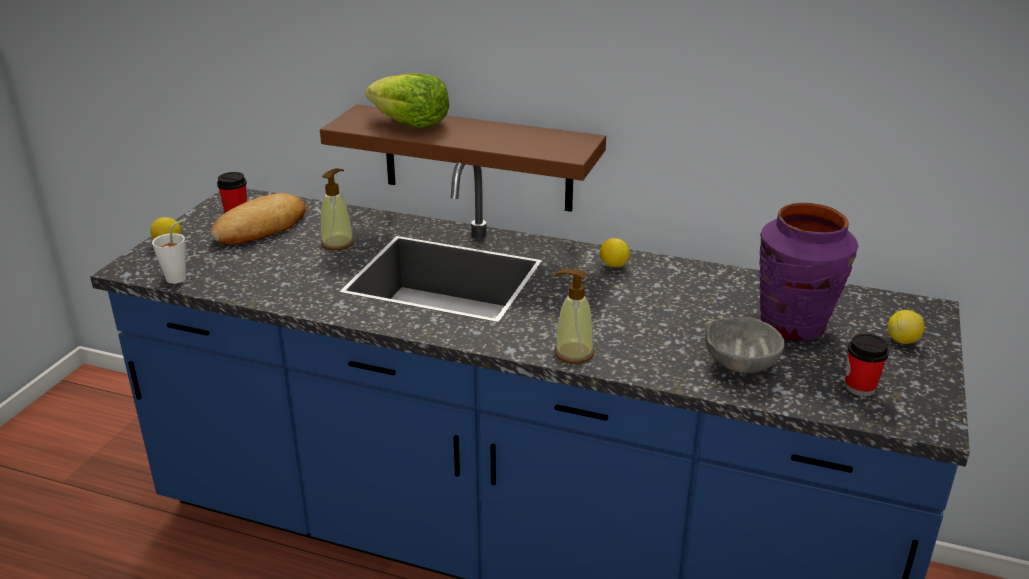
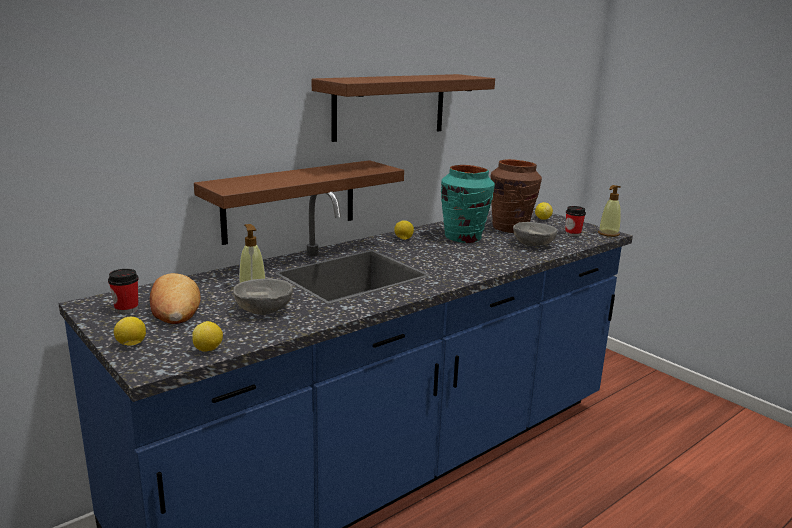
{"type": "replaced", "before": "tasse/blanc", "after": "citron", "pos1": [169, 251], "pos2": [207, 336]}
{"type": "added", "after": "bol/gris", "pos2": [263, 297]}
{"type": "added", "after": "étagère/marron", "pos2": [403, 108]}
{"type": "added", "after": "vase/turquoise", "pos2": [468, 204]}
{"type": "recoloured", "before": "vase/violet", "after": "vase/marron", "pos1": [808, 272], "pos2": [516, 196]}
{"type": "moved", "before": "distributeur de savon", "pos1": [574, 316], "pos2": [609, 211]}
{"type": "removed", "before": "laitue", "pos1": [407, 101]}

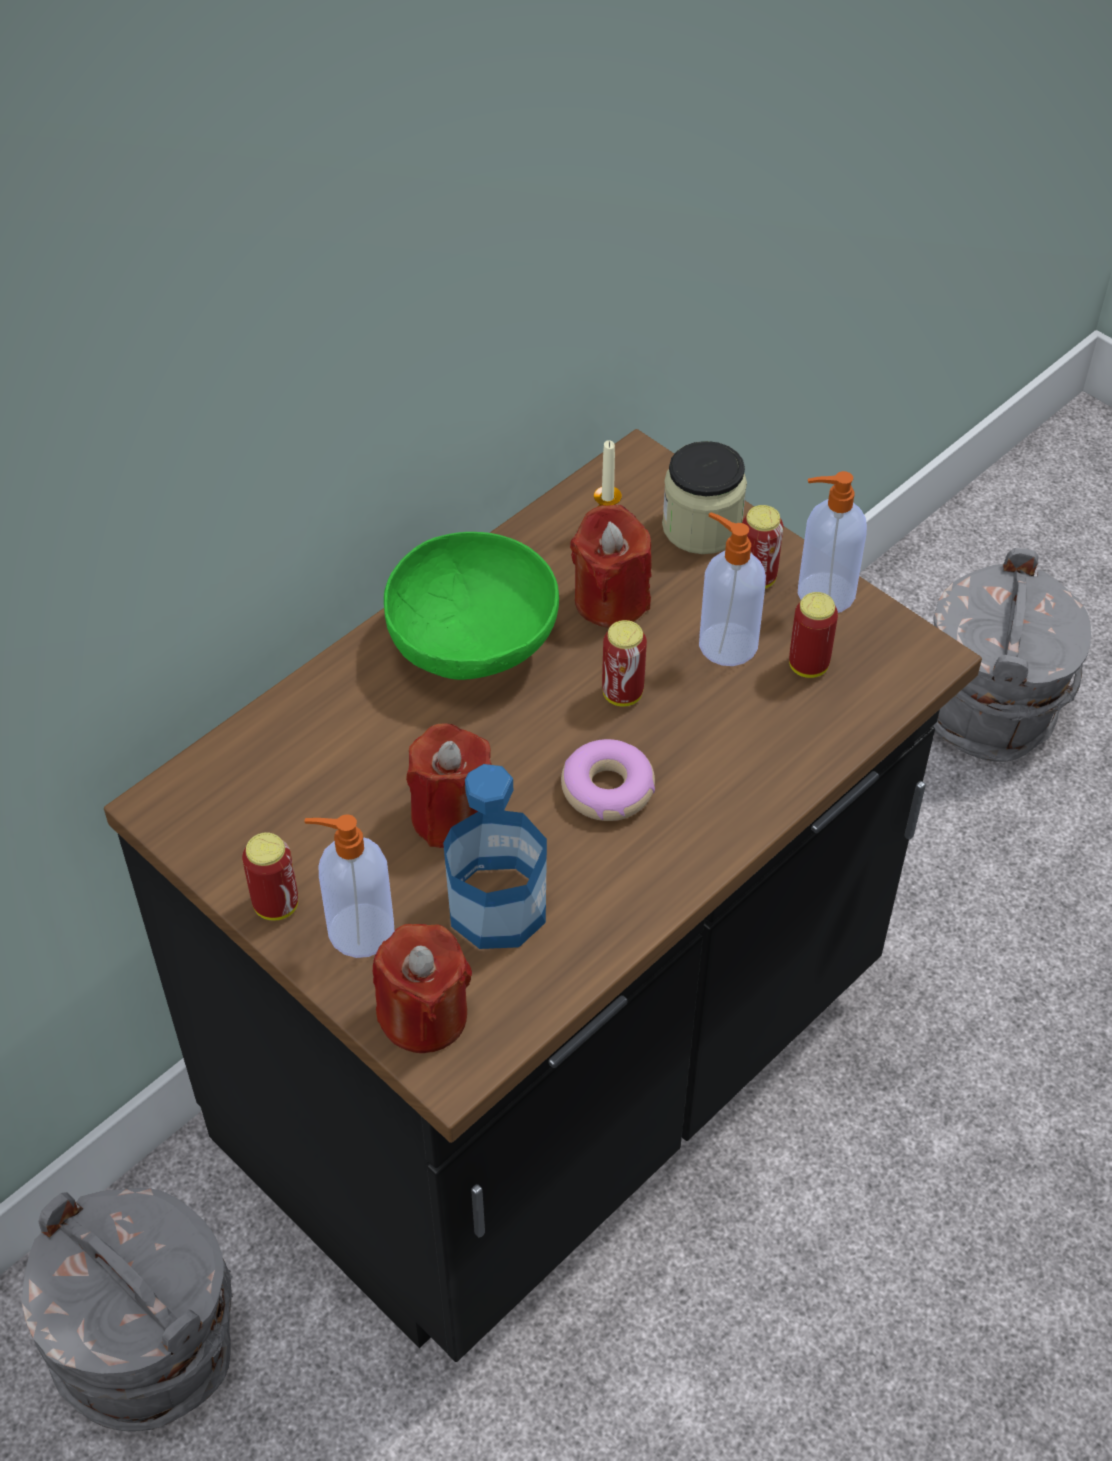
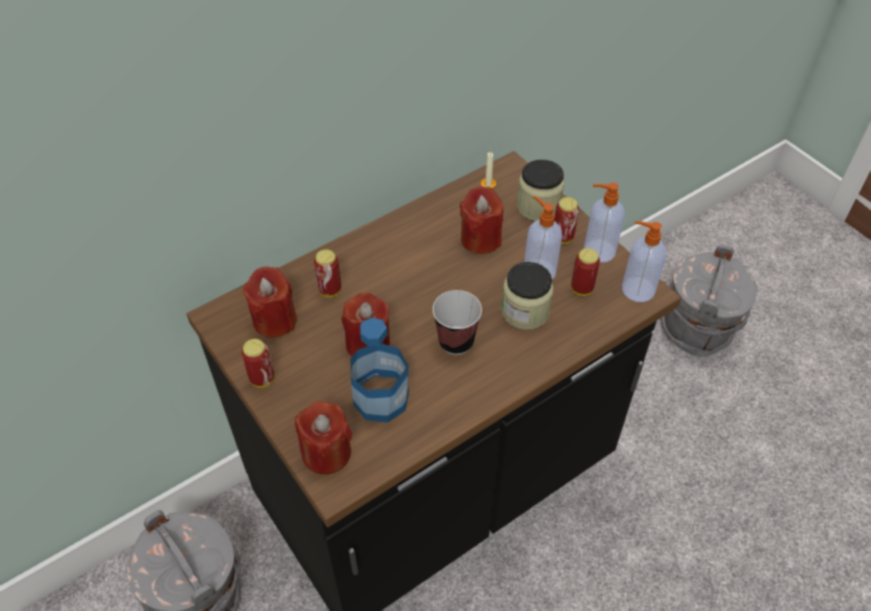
{"type": "added", "after": "bougie/rouge", "pos2": [270, 302]}
{"type": "moved", "before": "boîte métallique", "pos1": [624, 663], "pos2": [327, 273]}
{"type": "replaced", "before": "beignet", "after": "tasse", "pos1": [608, 780], "pos2": [457, 322]}
{"type": "added", "after": "bocal", "pos2": [527, 296]}
{"type": "moved", "before": "distributeur de savon", "pos1": [349, 886], "pos2": [644, 261]}
{"type": "removed", "before": "bol/vert", "pos1": [471, 606]}

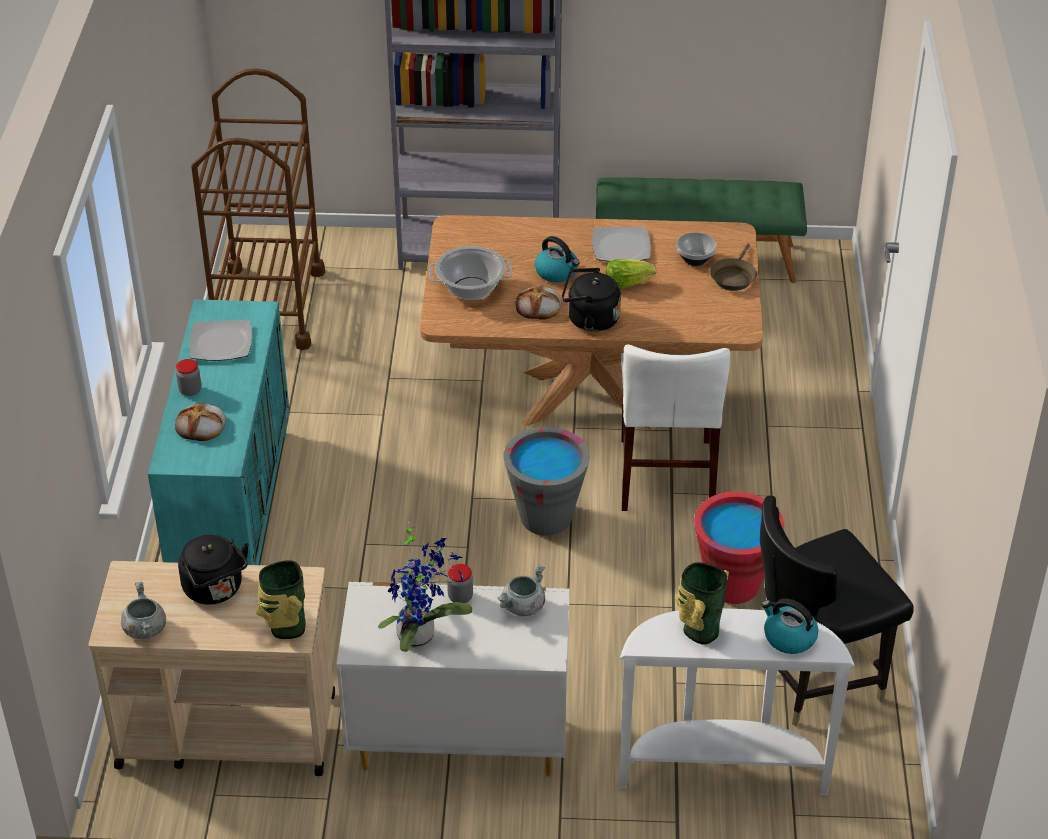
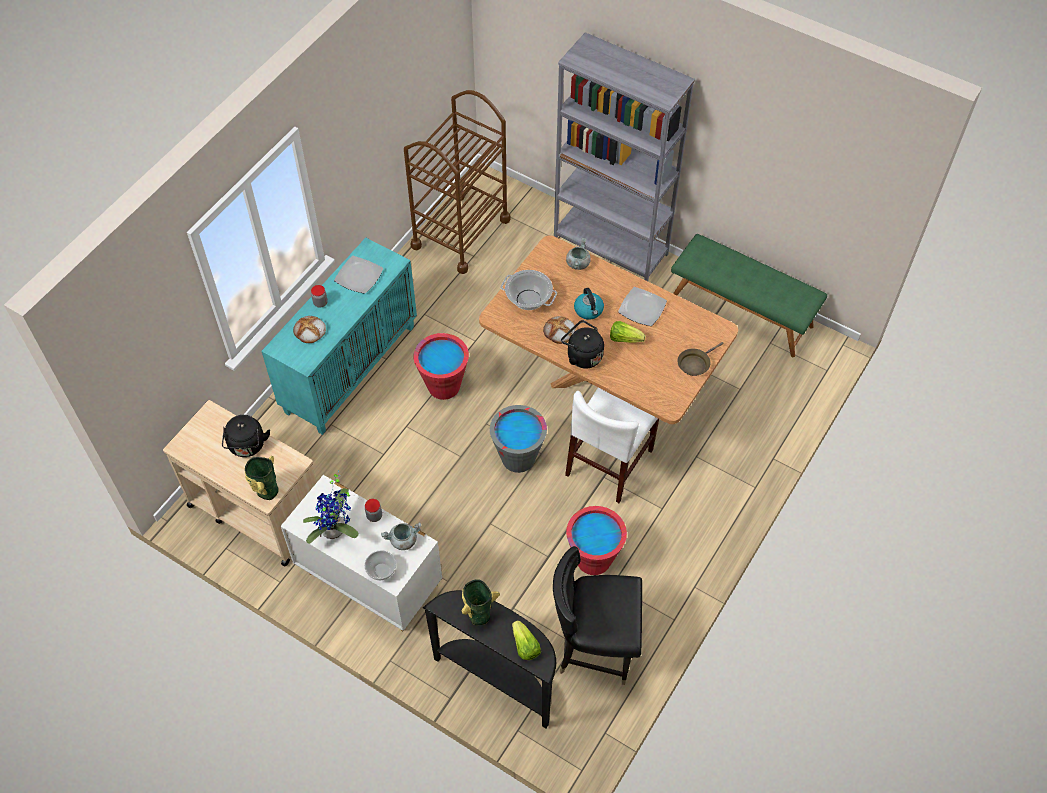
{"type": "moved", "before": "bol", "pos1": [696, 249], "pos2": [380, 565]}
{"type": "added", "after": "seau/rouge", "pos2": [441, 366]}
{"type": "recoloured", "before": "table console/blanc", "after": "table console/noir", "pos1": [737, 701], "pos2": [489, 659]}
{"type": "replaced", "before": "bouilloire", "after": "laitue", "pos1": [790, 626], "pos2": [526, 640]}
{"type": "moved", "before": "marmite/gris", "pos1": [143, 610], "pos2": [578, 254]}

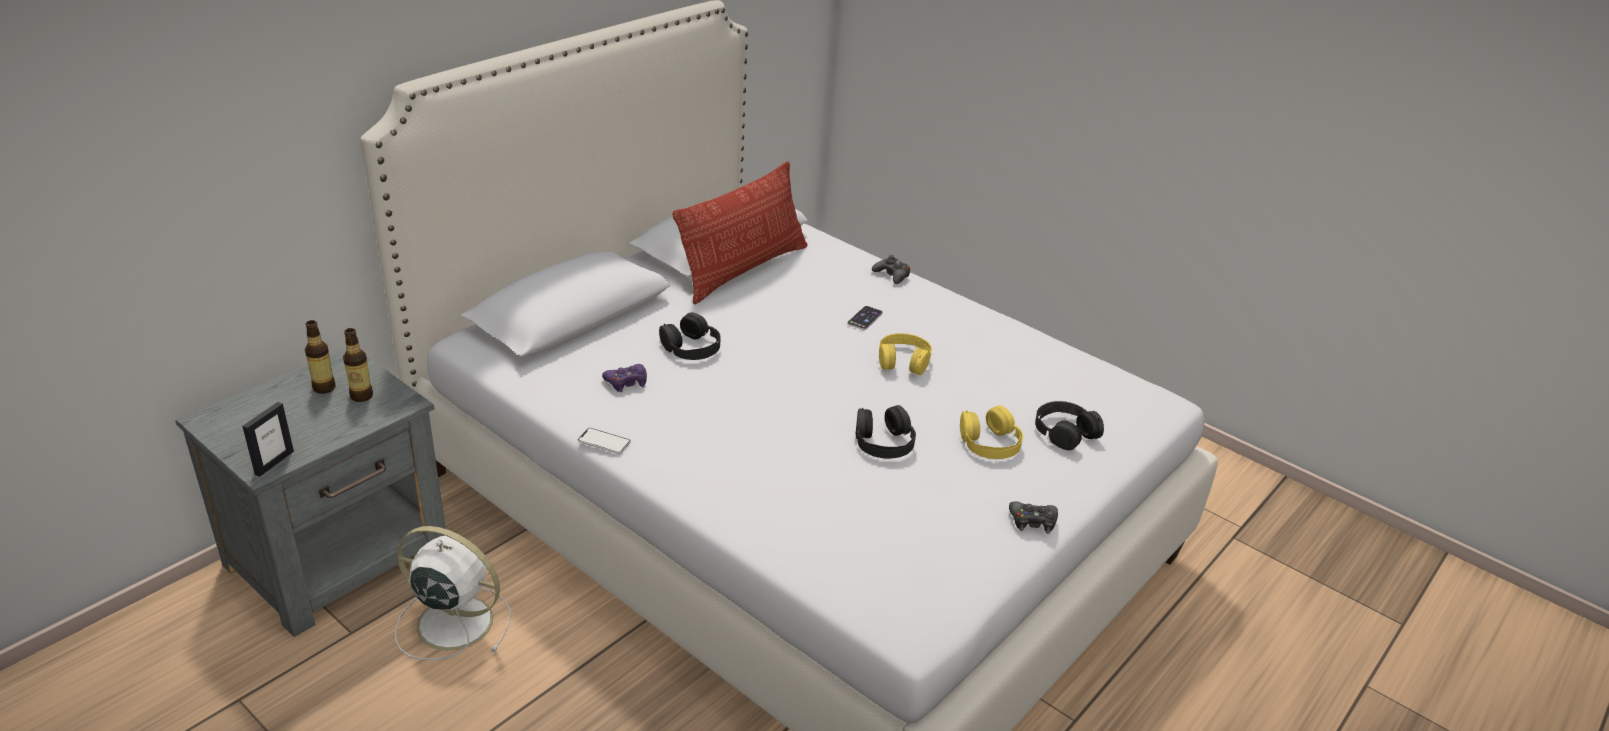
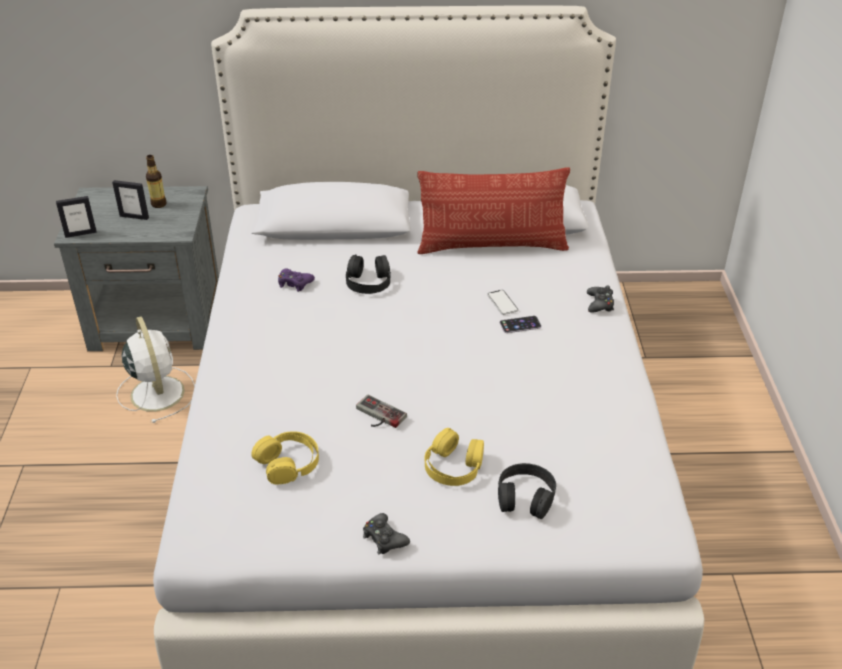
{"type": "added", "after": "cadre photo", "pos2": [130, 200]}
{"type": "moved", "before": "casque audio/jaune", "pos1": [905, 354], "pos2": [285, 458]}
{"type": "replaced", "before": "casque audio/noir", "after": "manette", "pos1": [886, 432], "pos2": [381, 411]}
{"type": "moved", "before": "téléphone", "pos1": [604, 441], "pos2": [503, 302]}
{"type": "removed", "before": "bouteille", "pos1": [358, 365]}

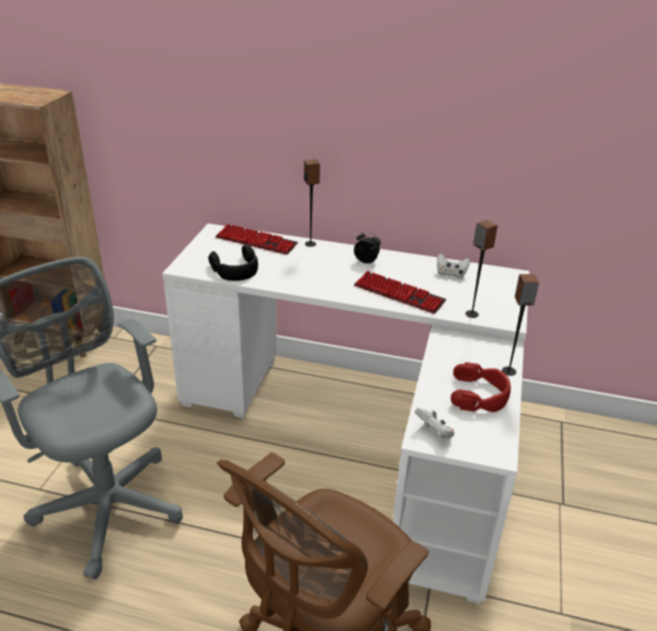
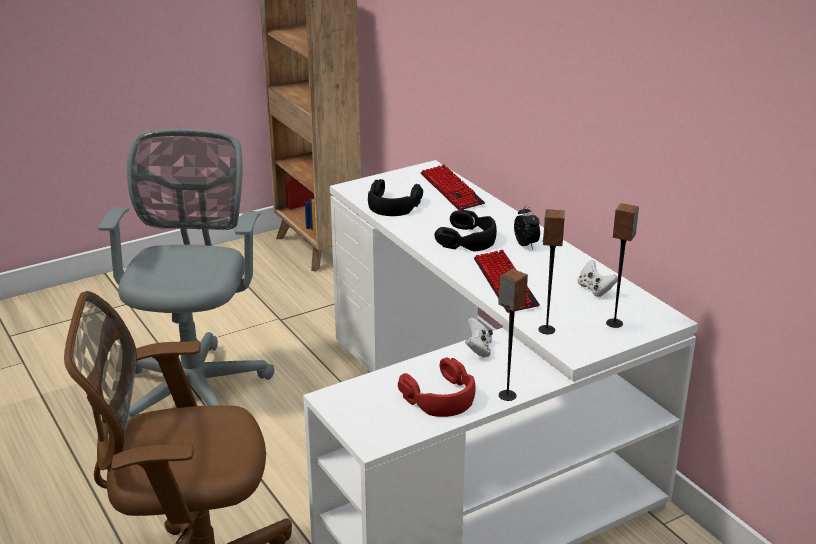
{"type": "added", "after": "casque audio/noir", "pos2": [465, 230]}
{"type": "moved", "before": "manette/blanc", "pos1": [434, 423], "pos2": [479, 337]}
{"type": "moved", "before": "enceinte", "pos1": [312, 203], "pos2": [622, 265]}

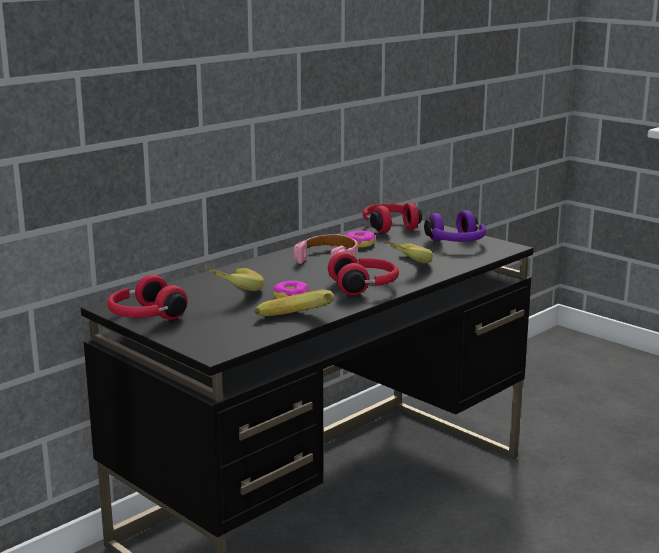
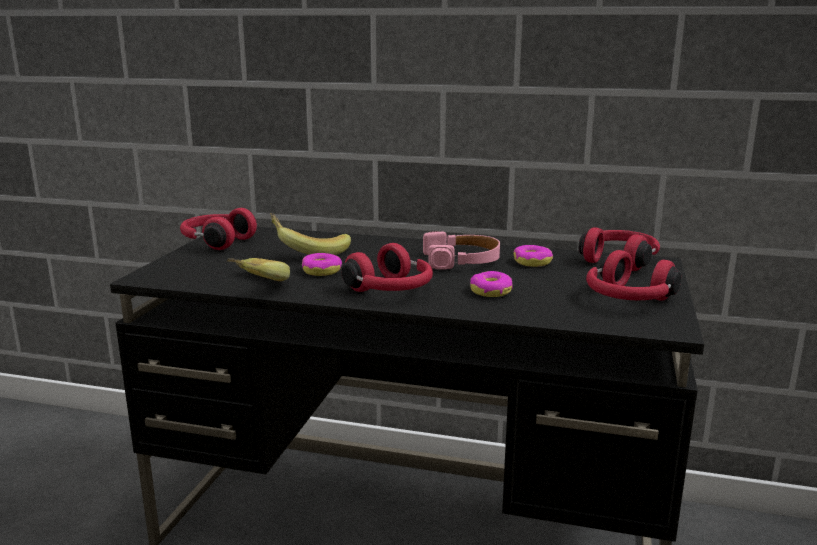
{"type": "replaced", "before": "banane", "after": "beignet", "pos1": [408, 252], "pos2": [491, 284]}
{"type": "recoloured", "before": "casque audio/violet", "after": "casque audio/rouge", "pos1": [455, 226], "pos2": [633, 275]}

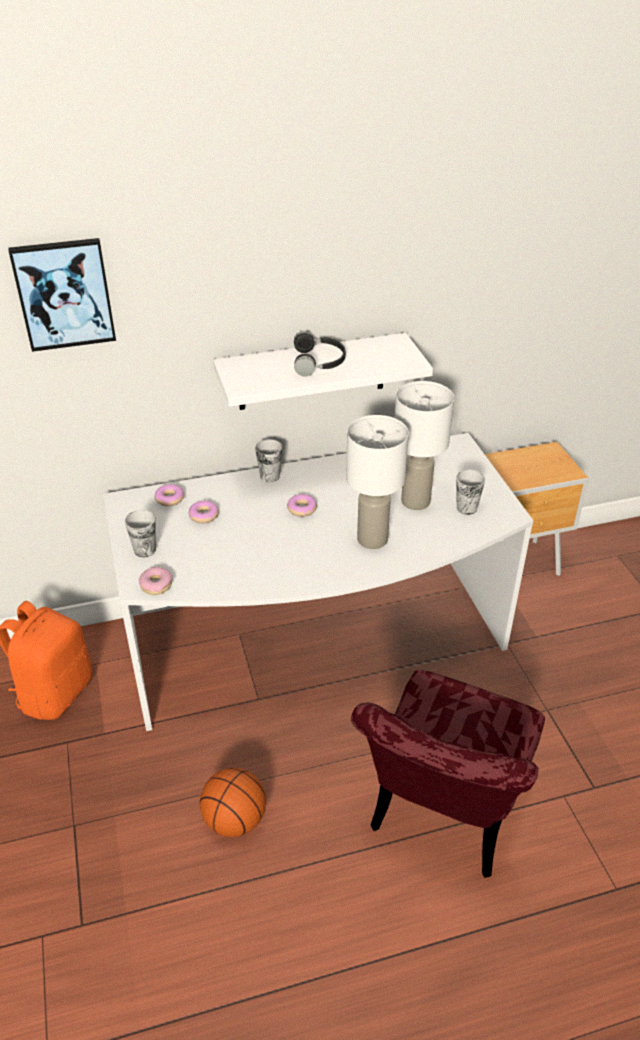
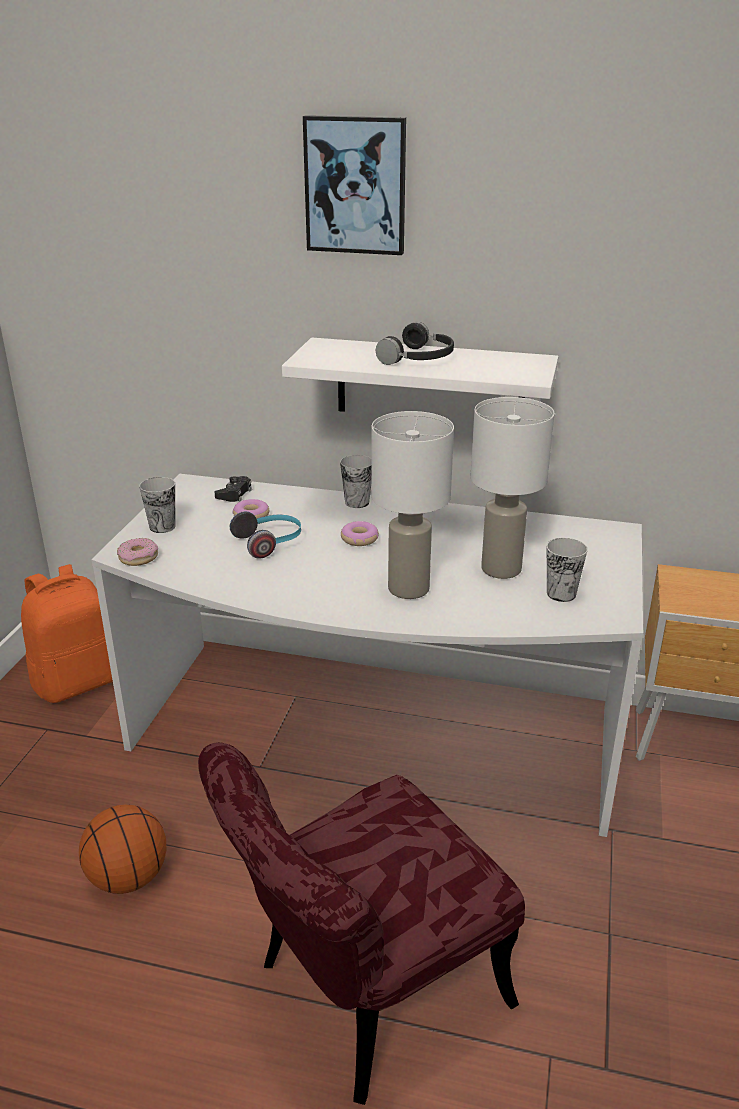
{"type": "replaced", "before": "beignet", "after": "manette/noir", "pos1": [169, 495], "pos2": [233, 489]}
{"type": "added", "after": "casque audio", "pos2": [265, 535]}
{"type": "moved", "before": "tableau", "pos1": [62, 295], "pos2": [354, 185]}

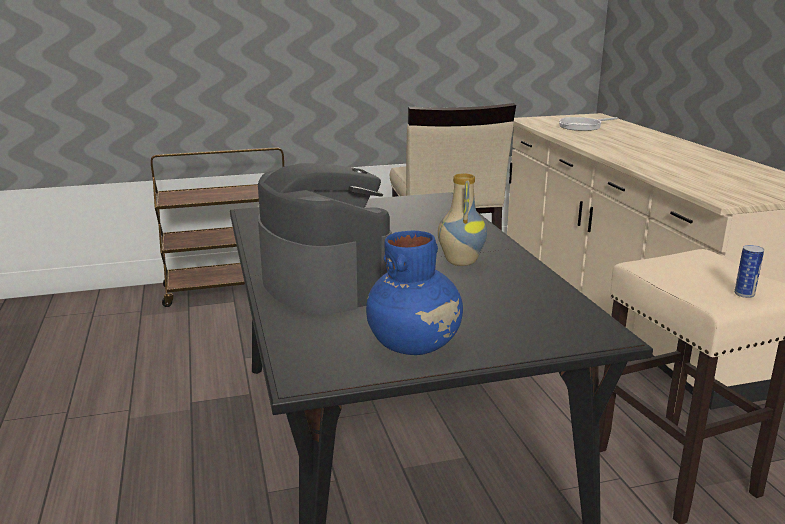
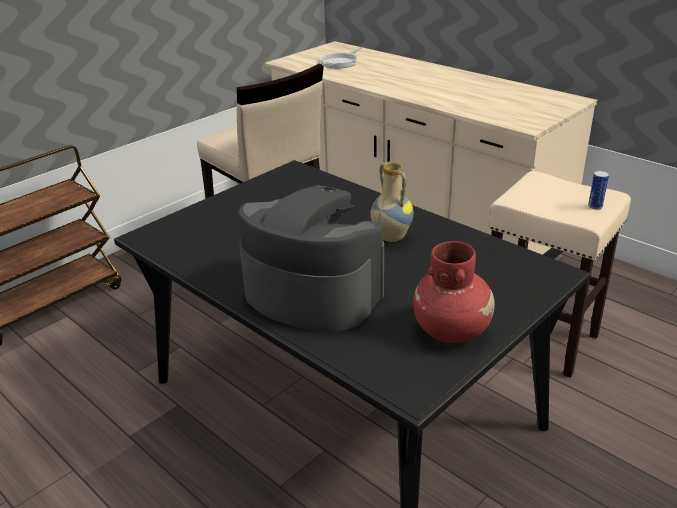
{"type": "recoloured", "before": "vase/bleu", "after": "vase/rouge", "pos1": [414, 293], "pos2": [454, 292]}

